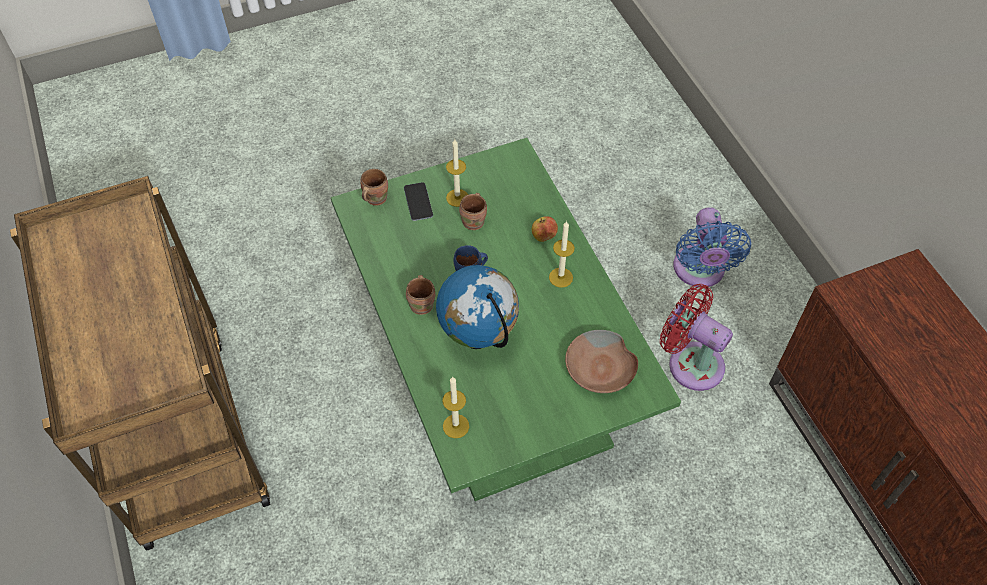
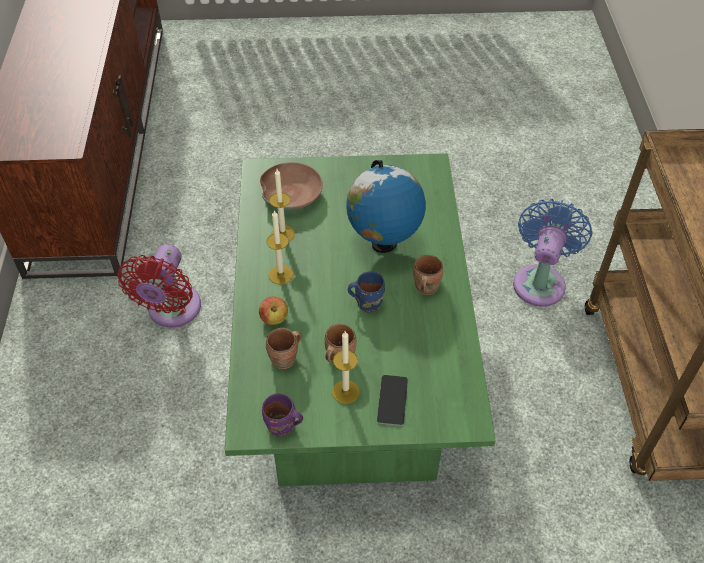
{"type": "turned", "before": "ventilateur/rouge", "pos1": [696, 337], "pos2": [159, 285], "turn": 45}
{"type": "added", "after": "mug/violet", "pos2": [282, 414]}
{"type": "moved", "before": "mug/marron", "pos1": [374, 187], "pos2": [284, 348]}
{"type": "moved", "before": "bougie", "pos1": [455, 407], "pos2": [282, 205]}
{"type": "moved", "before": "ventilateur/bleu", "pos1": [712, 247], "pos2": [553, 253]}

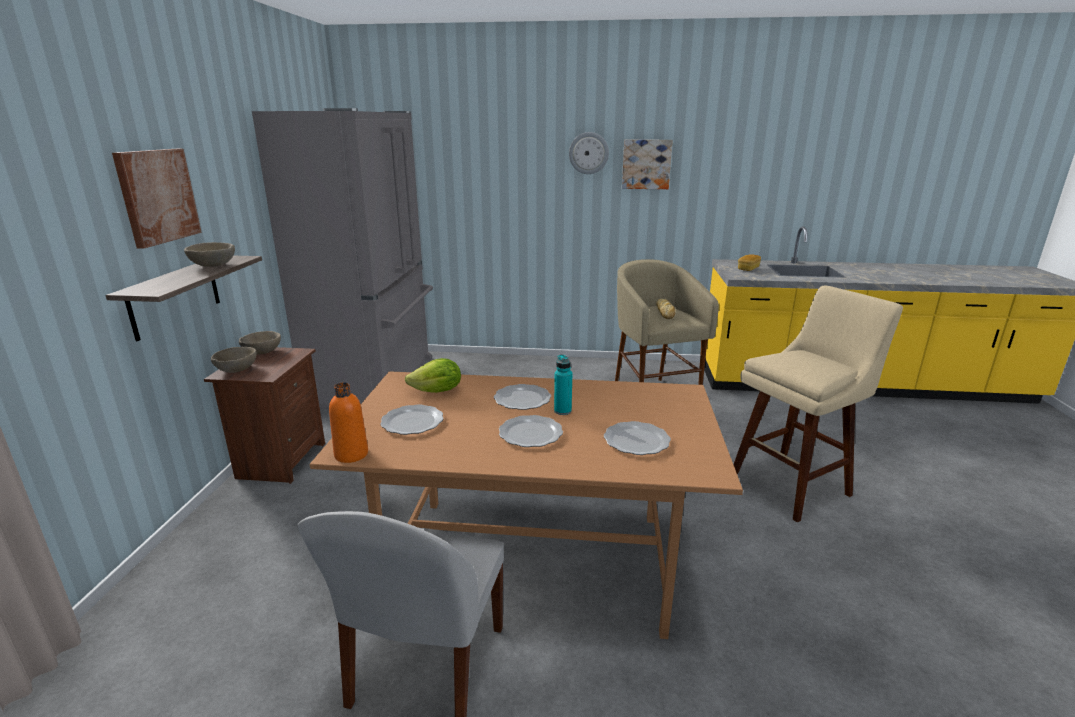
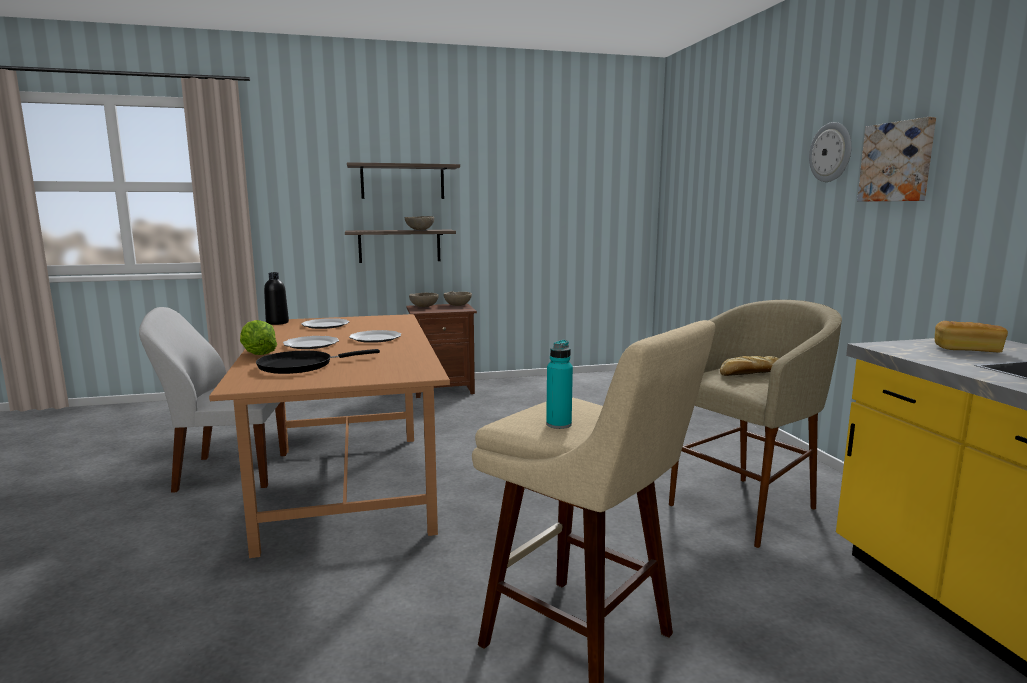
{"type": "moved", "before": "laitue", "pos1": [433, 375], "pos2": [258, 337]}
{"type": "replaced", "before": "assiette", "after": "poêle/noir", "pos1": [637, 438], "pos2": [318, 361]}
{"type": "recoloured", "before": "bouteille/orange", "after": "bouteille/noir", "pos1": [348, 422], "pos2": [276, 298]}
{"type": "replaced", "before": "tableau", "after": "étagère", "pos1": [157, 199], "pos2": [403, 180]}
{"type": "moved", "before": "bouteille/turquoise", "pos1": [563, 384], "pos2": [559, 384]}
{"type": "removed", "before": "réfrigérateur/gris", "pos1": [342, 259]}

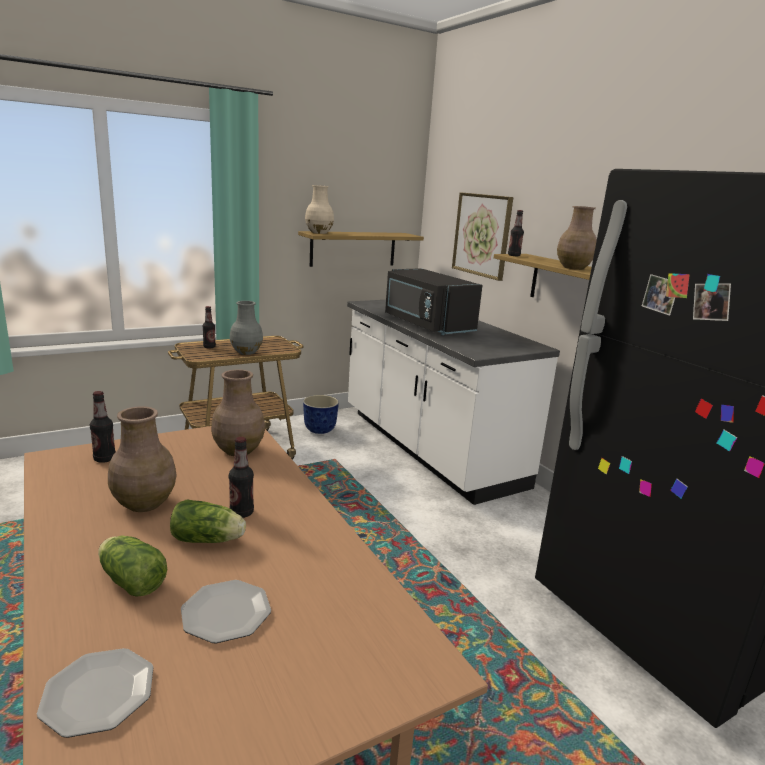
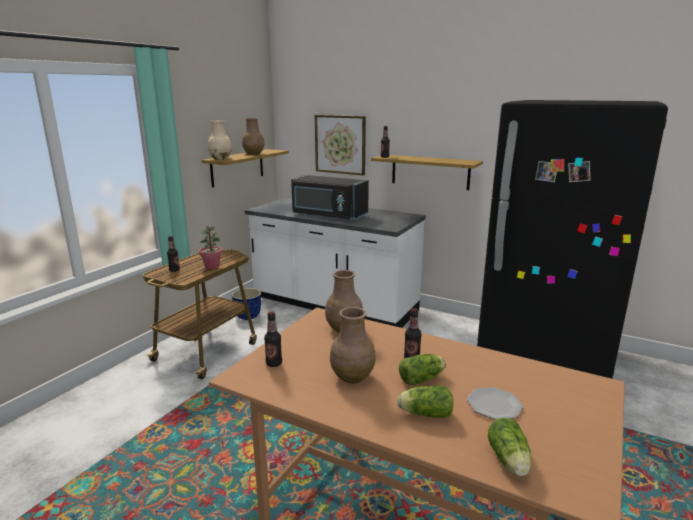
{"type": "replaced", "before": "vase/gris", "after": "plante en pot", "pos1": [246, 328], "pos2": [210, 247]}
{"type": "moved", "before": "vase/marron", "pos1": [577, 238], "pos2": [253, 136]}
{"type": "replaced", "before": "assiette", "after": "laitue", "pos1": [95, 693], "pos2": [509, 447]}

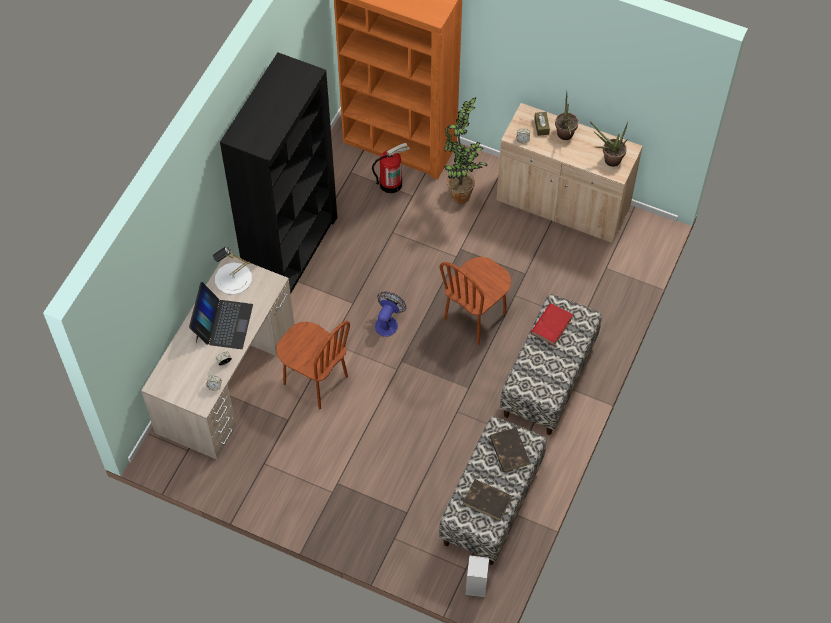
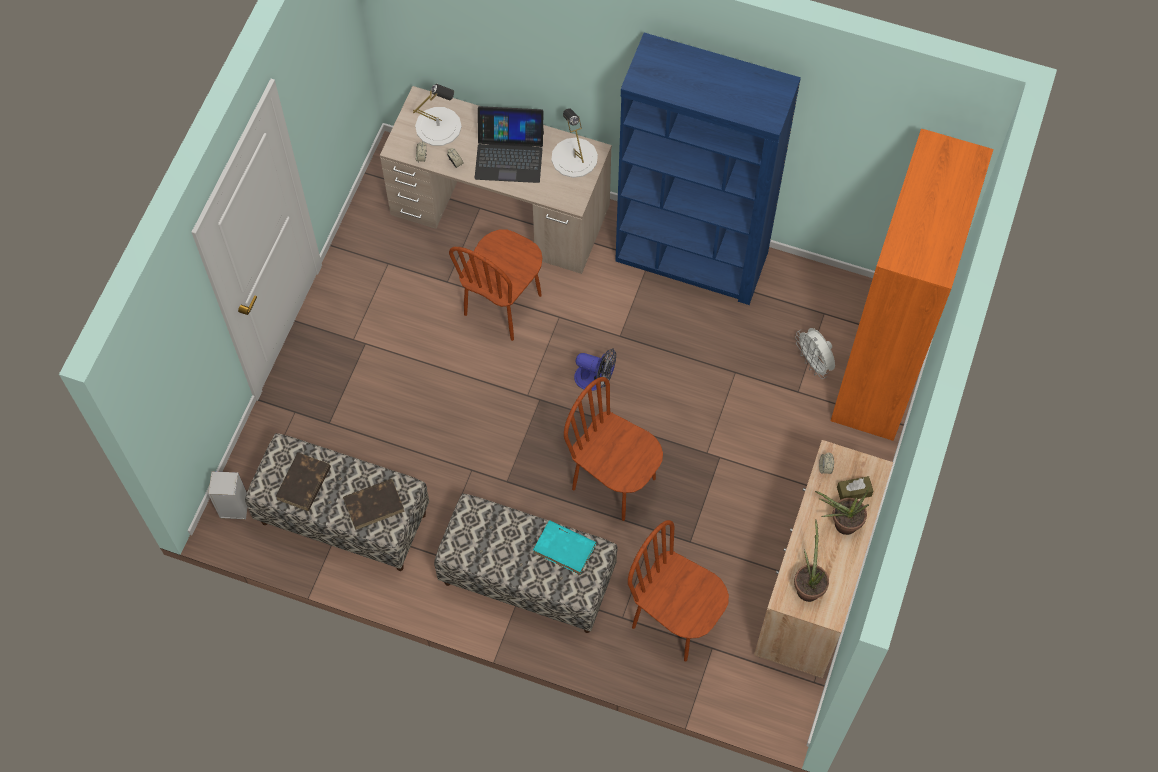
{"type": "added", "after": "lampe de table/blanc", "pos2": [437, 115]}
{"type": "recoloured", "before": "livre/rouge", "after": "livre/turquoise", "pos1": [552, 324], "pos2": [564, 547]}
{"type": "recoloured", "before": "bibliothèque/noir", "after": "bibliothèque/bleu", "pos1": [278, 172], "pos2": [708, 169]}
{"type": "added", "after": "chaise/marron", "pos2": [678, 591]}
{"type": "replaced", "before": "extincteur", "after": "ventilateur/blanc", "pos1": [391, 167], "pos2": [815, 353]}
{"type": "removed", "before": "plante en pot", "pos1": [465, 150]}

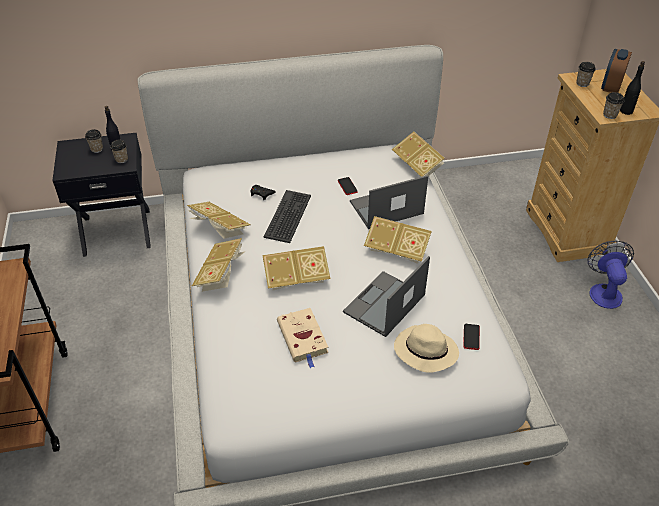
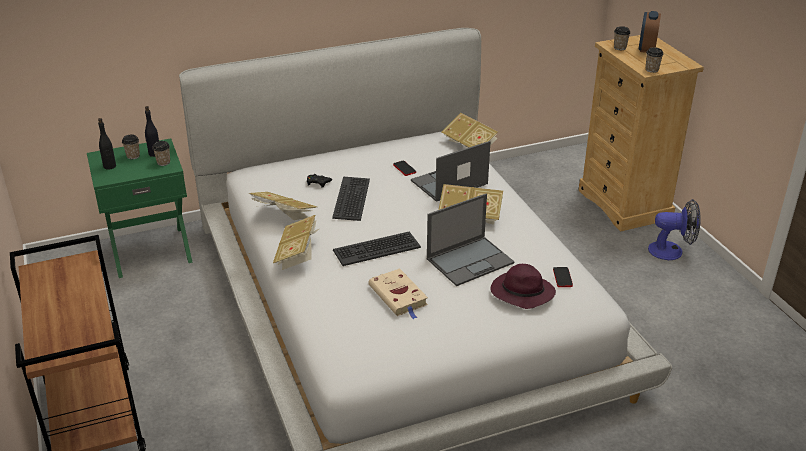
{"type": "recoloured", "before": "table de chevet/noir", "after": "table de chevet/vert", "pos1": [101, 195], "pos2": [140, 208]}
{"type": "moved", "before": "bouteille/noir", "pos1": [632, 88], "pos2": [107, 144]}
{"type": "replaced", "before": "livre", "after": "clavier", "pos1": [296, 268], "pos2": [377, 249]}
{"type": "turned", "before": "ordinateur portable", "pos1": [386, 296], "pos2": [471, 240], "turn": -150}
{"type": "recoloured", "before": "chapeau/beige", "after": "chapeau/violet", "pos1": [426, 348], "pos2": [523, 286]}
{"type": "turned", "before": "ventilateur", "pos1": [610, 275], "pos2": [674, 229], "turn": 105}

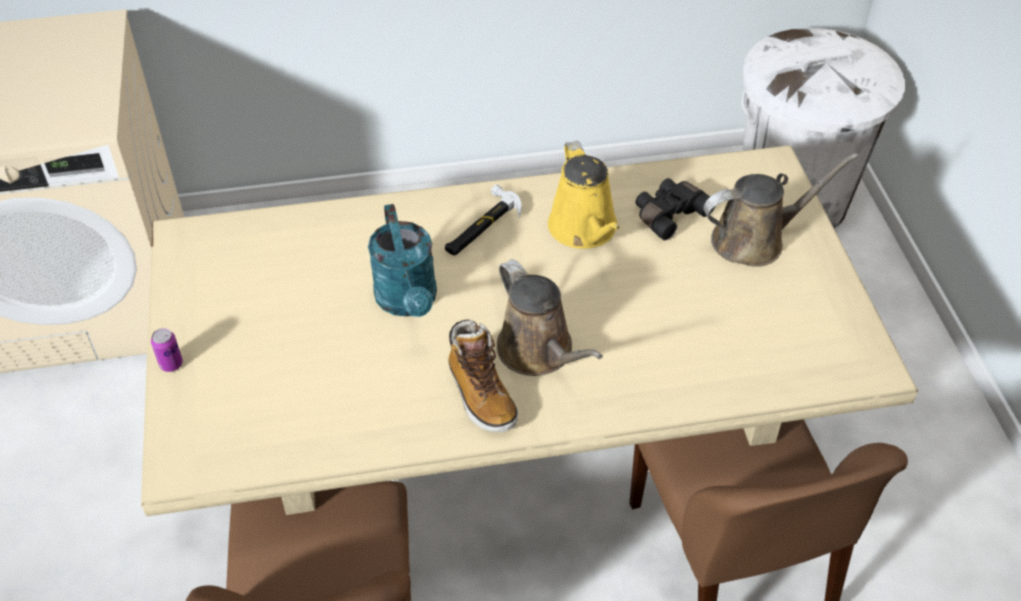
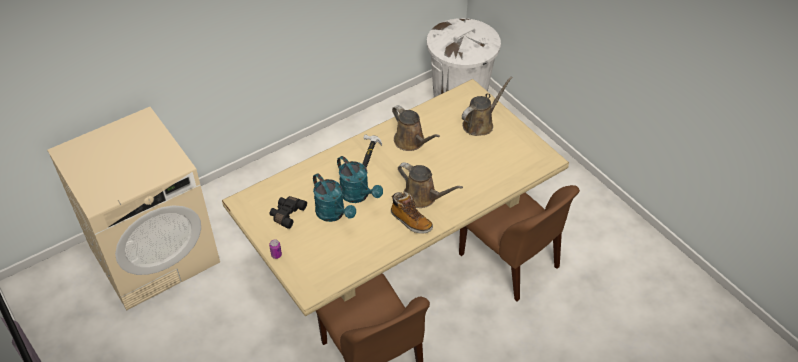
{"type": "moved", "before": "jumelles/noir", "pos1": [675, 209], "pos2": [288, 212]}
{"type": "added", "after": "arrosoir/turquoise", "pos2": [334, 197]}
{"type": "recoloured", "before": "arrosoir/jaune", "after": "arrosoir/marron", "pos1": [584, 195], "pos2": [416, 128]}

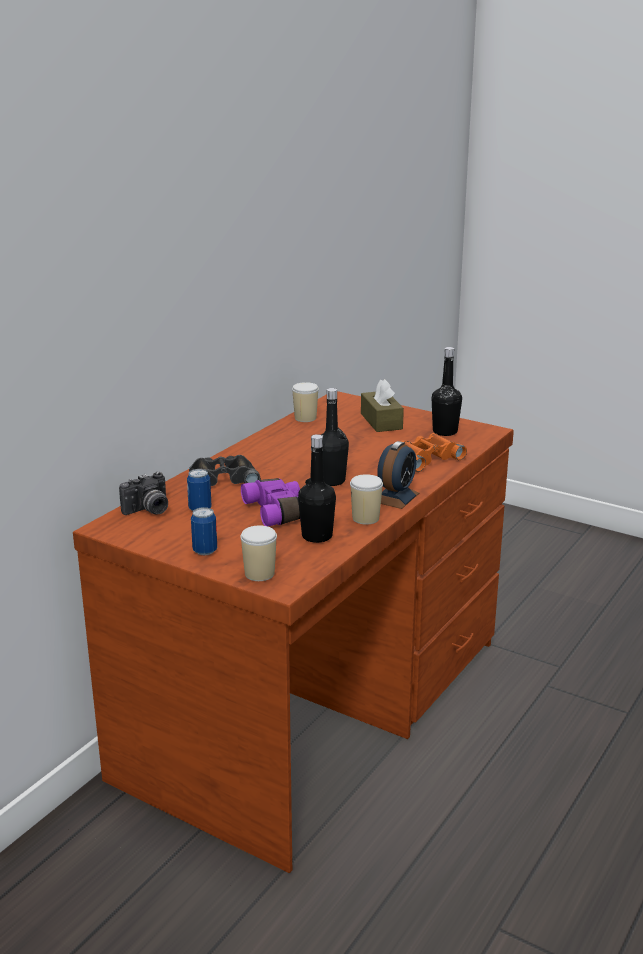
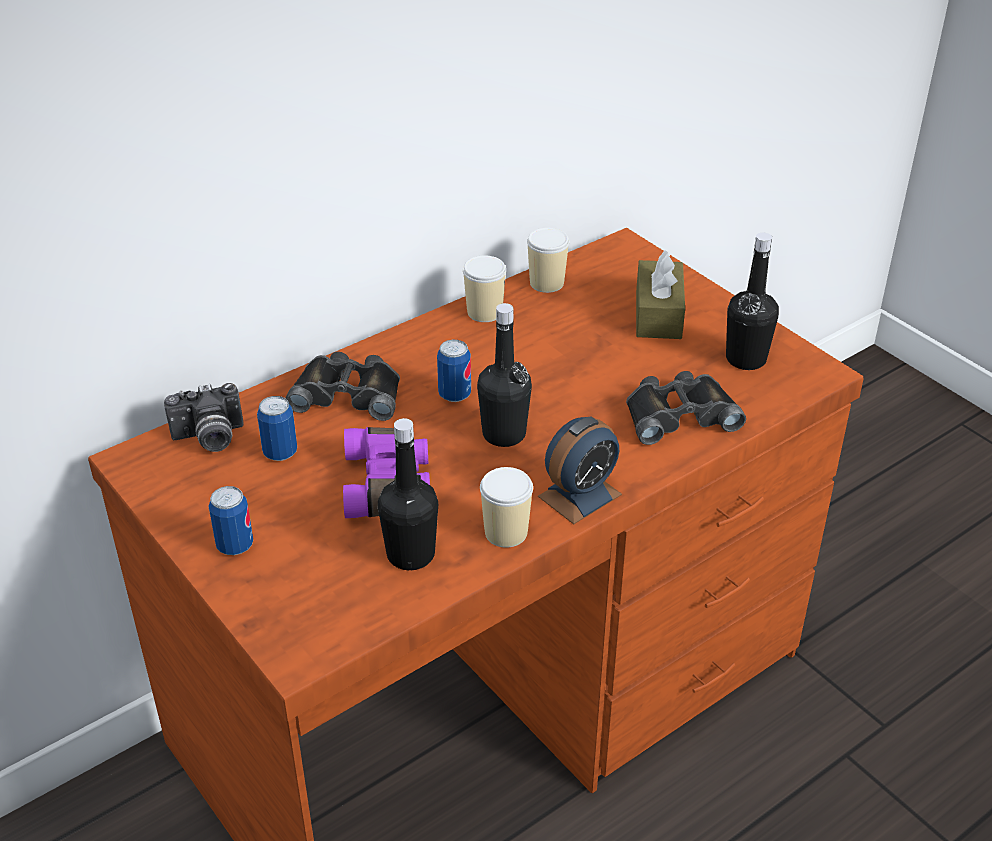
{"type": "added", "after": "boîte métallique", "pos2": [454, 371]}
{"type": "moved", "before": "tasse", "pos1": [258, 553], "pos2": [484, 288]}
{"type": "recoloured", "before": "jumelles/orange", "after": "jumelles/noir", "pos1": [433, 452], "pos2": [686, 408]}

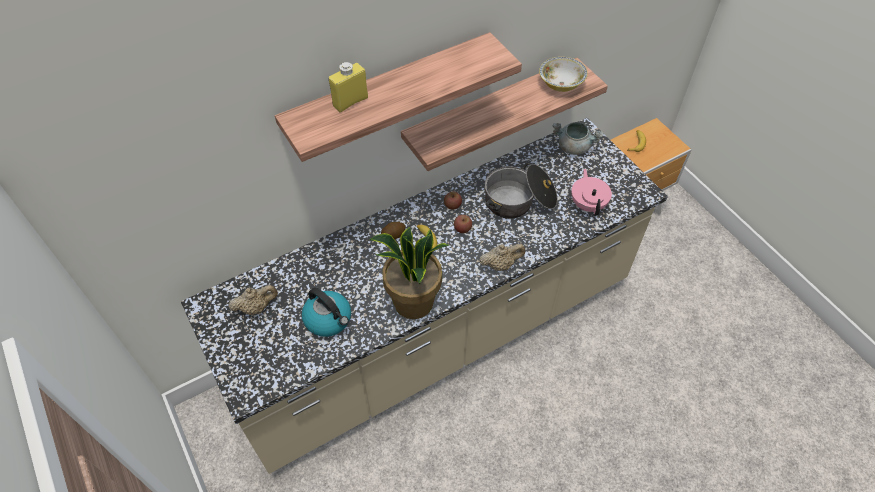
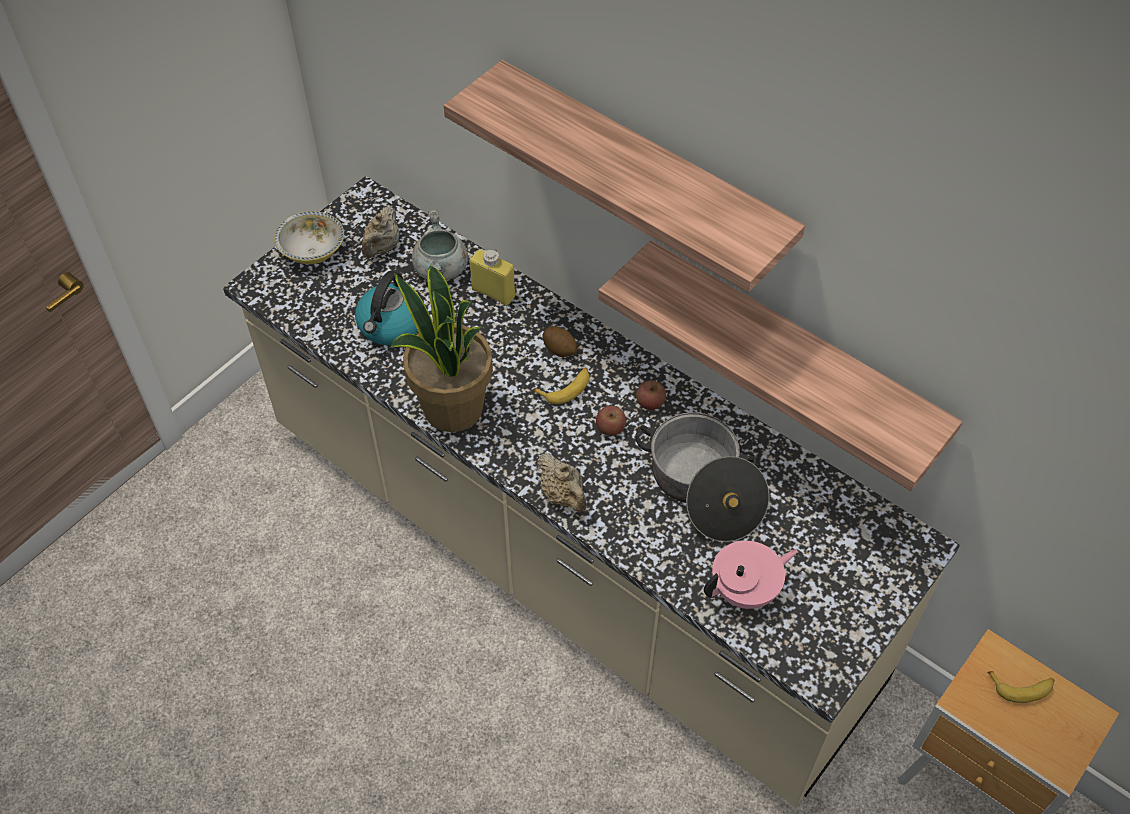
{"type": "moved", "before": "bol", "pos1": [563, 74], "pos2": [309, 237]}
{"type": "turned", "before": "théière/beige", "pos1": [253, 300], "pos2": [381, 232], "turn": 60}
{"type": "moved", "before": "marmite/gris", "pos1": [578, 138], "pos2": [440, 245]}
{"type": "moved", "before": "bouteille/jaune", "pos1": [348, 87], "pos2": [492, 277]}

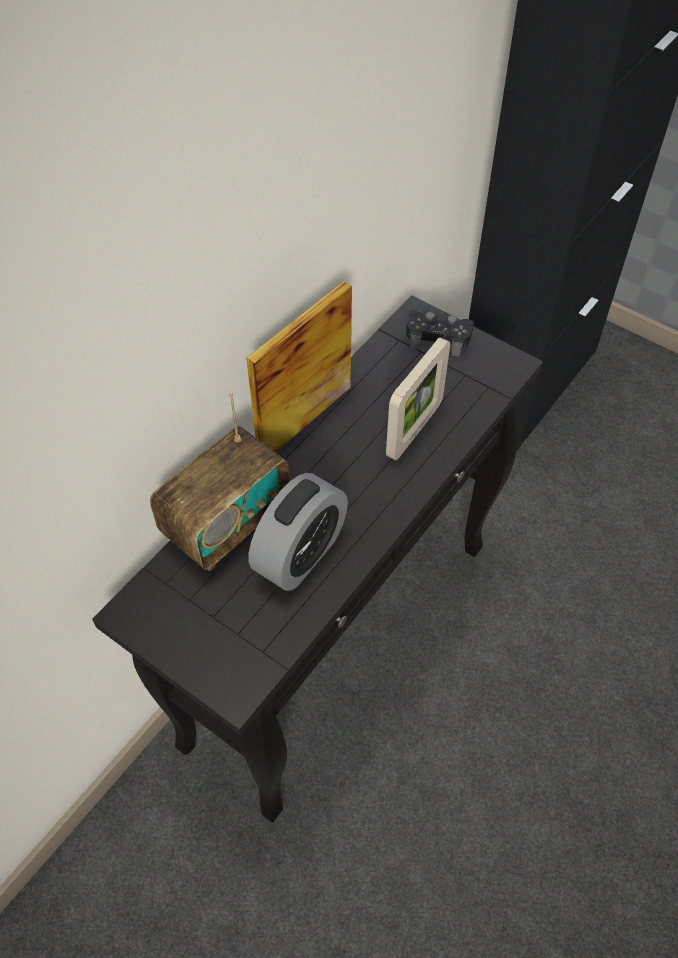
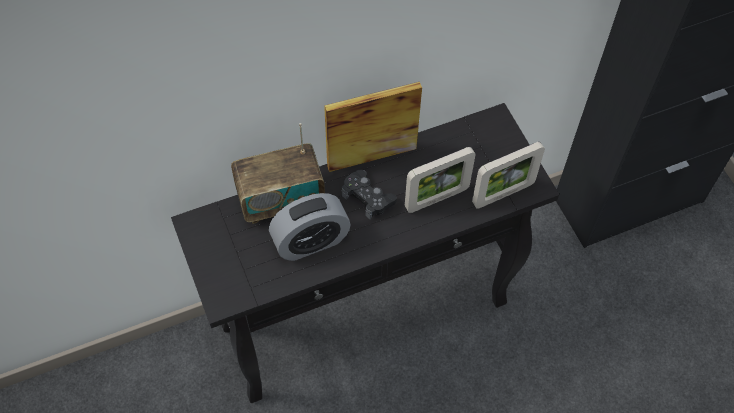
{"type": "moved", "before": "manette/noir", "pos1": [440, 333], "pos2": [369, 194]}
{"type": "added", "after": "cadre photo", "pos2": [508, 175]}

